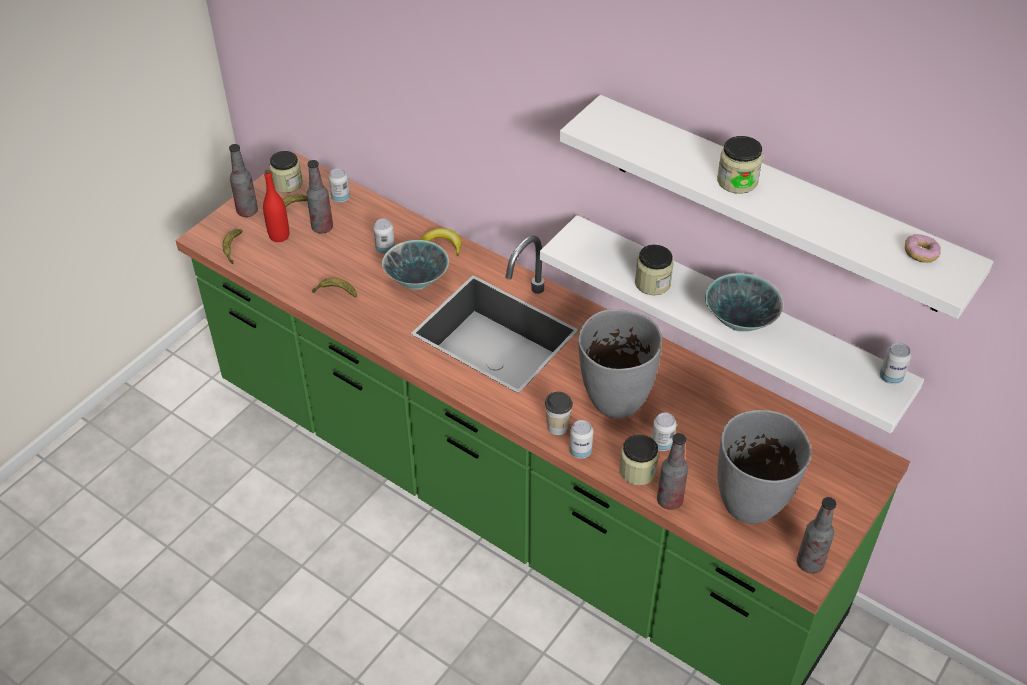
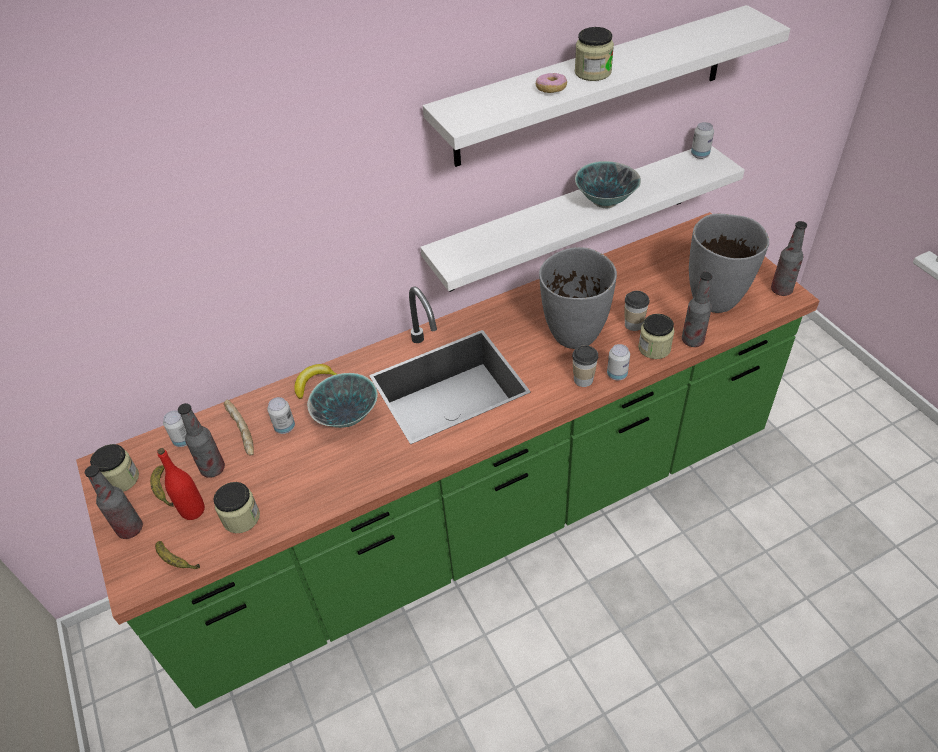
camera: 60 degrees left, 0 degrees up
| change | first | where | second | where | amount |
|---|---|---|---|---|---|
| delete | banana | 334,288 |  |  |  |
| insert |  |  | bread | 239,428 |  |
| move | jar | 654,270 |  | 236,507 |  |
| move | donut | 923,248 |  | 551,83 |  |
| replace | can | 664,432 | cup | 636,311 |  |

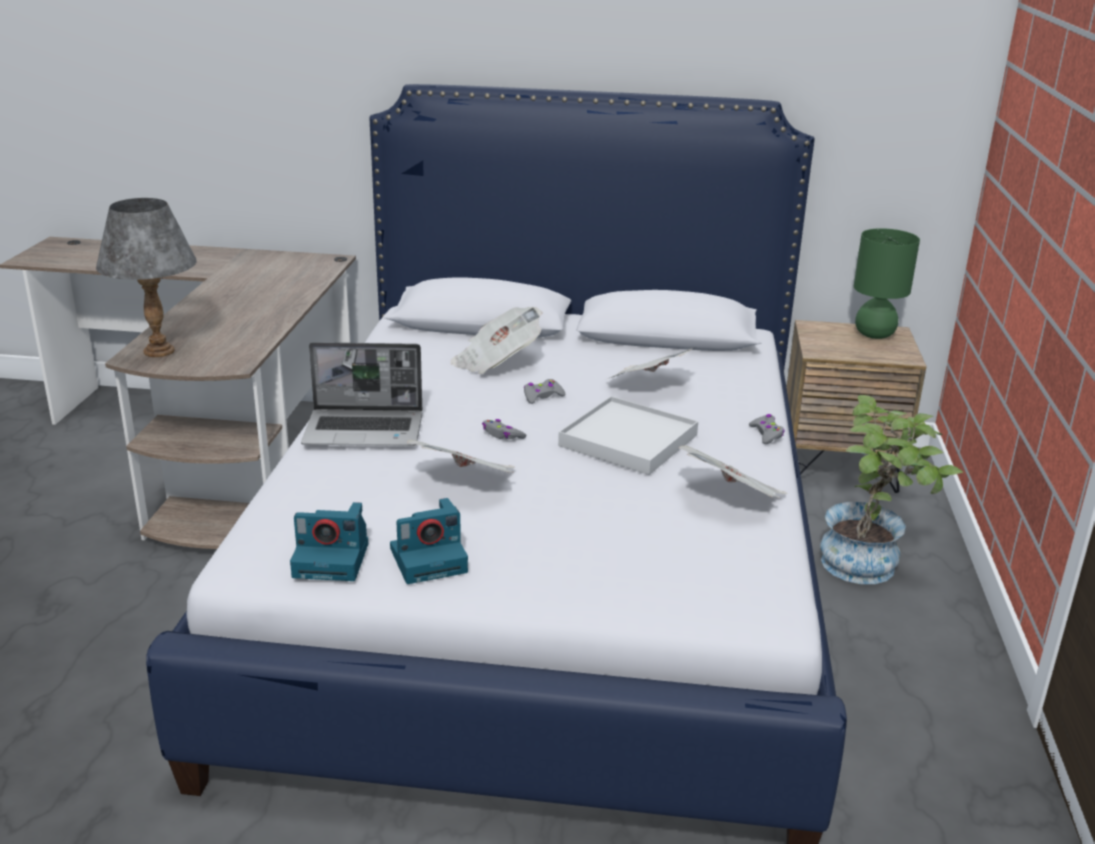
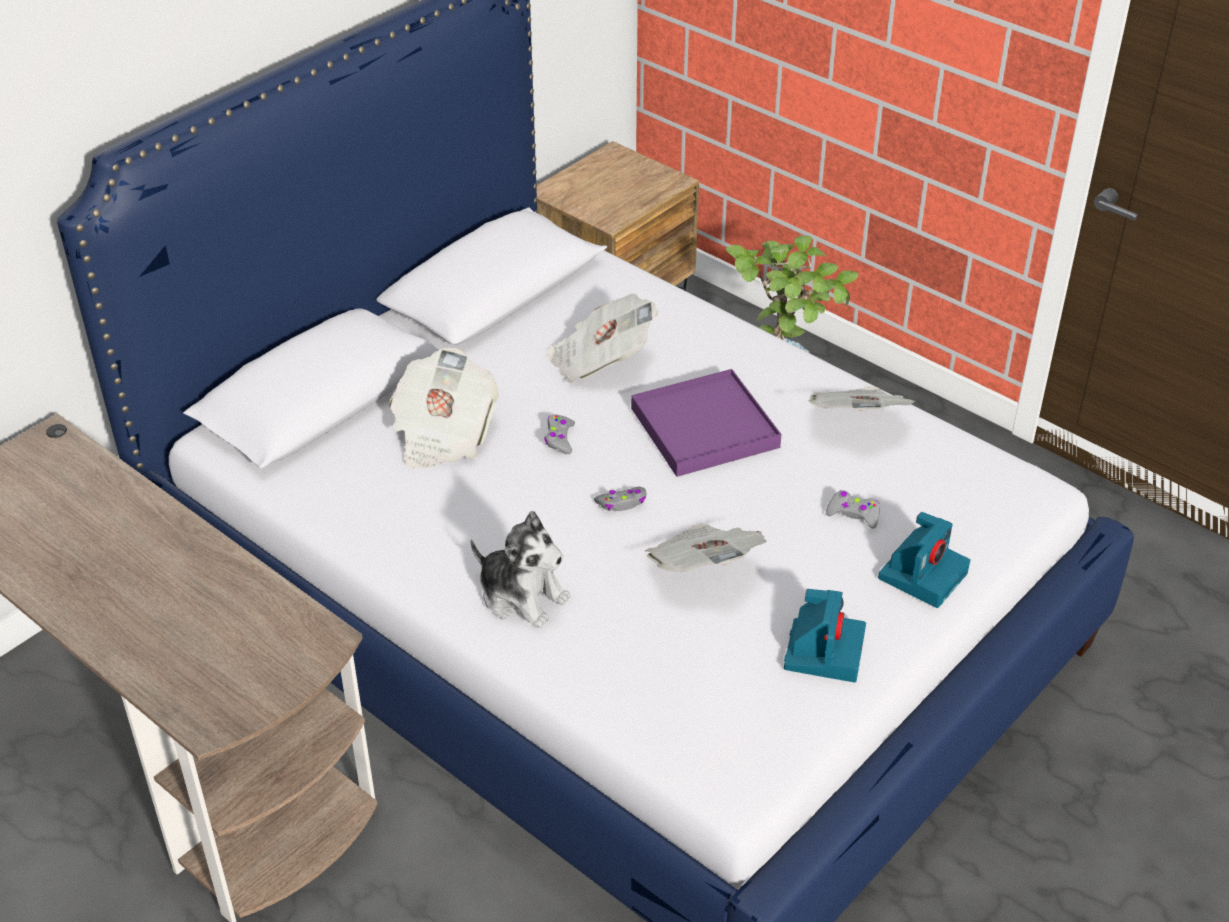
camera: 55 degrees left, 15 degrees up
| change | first | where | second | where | amount |
|---|---|---|---|---|---|
| delete | grey table lamp | 146,277 |  |  |  |
| delete | green table lamp | 887,283 |  |  |  |
| move | photo camera | 329,541 |  | 924,560 |  |
| move | grey game controller | 767,429 |  | 852,509 |  |
| replace | laptop | 361,394 | plush toy | 520,569 |  |
| recolor | white tray | 628,435 | purple tray | 706,423 |  |

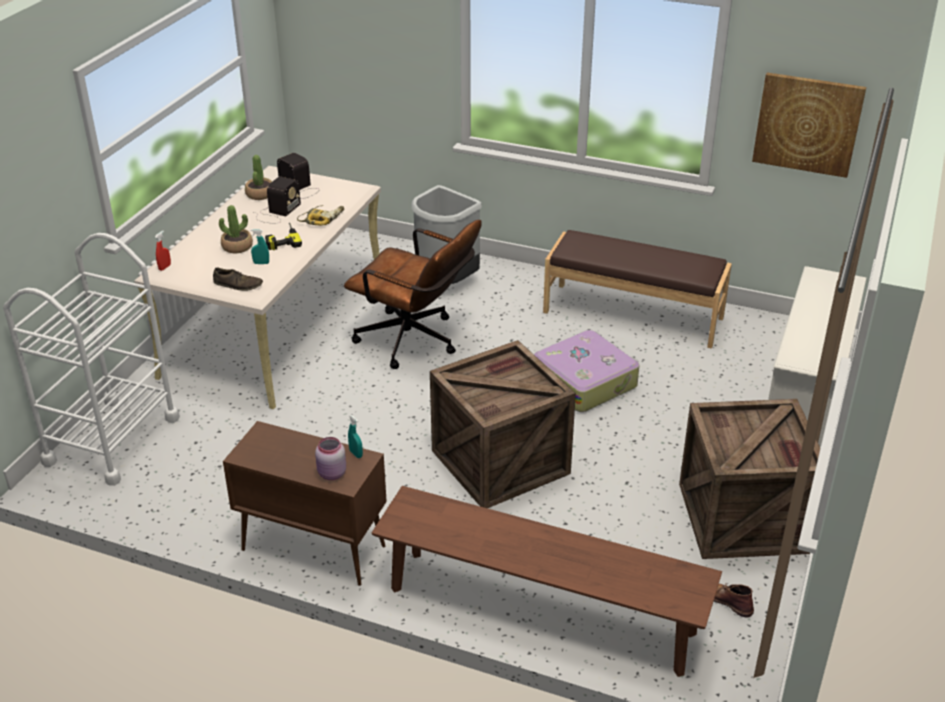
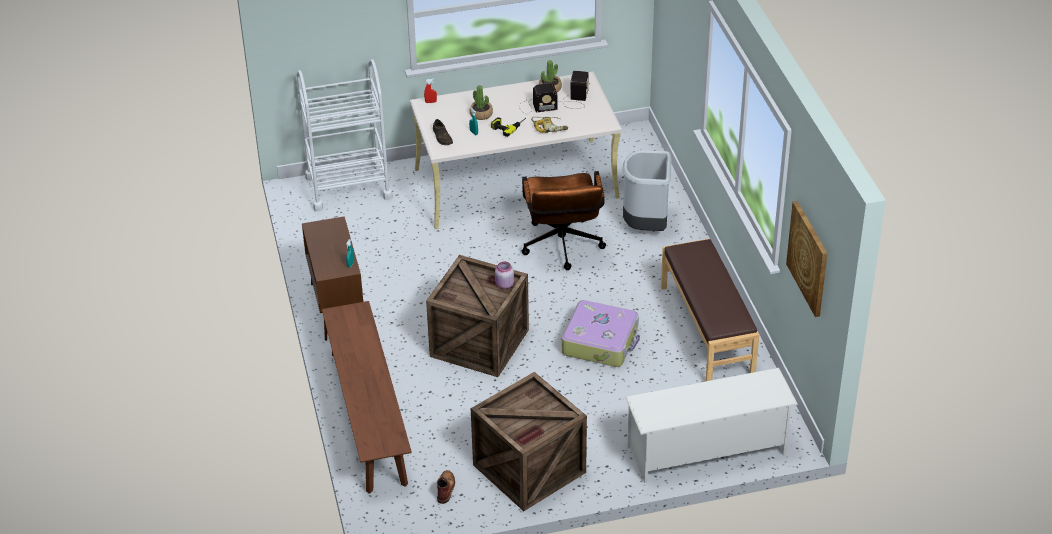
camera: 55 degrees right, 5 degrees up
| change | first | where | second | where | amount |
|---|---|---|---|---|---|
| move | pink jar | 330,458 |  | 504,275 |  |

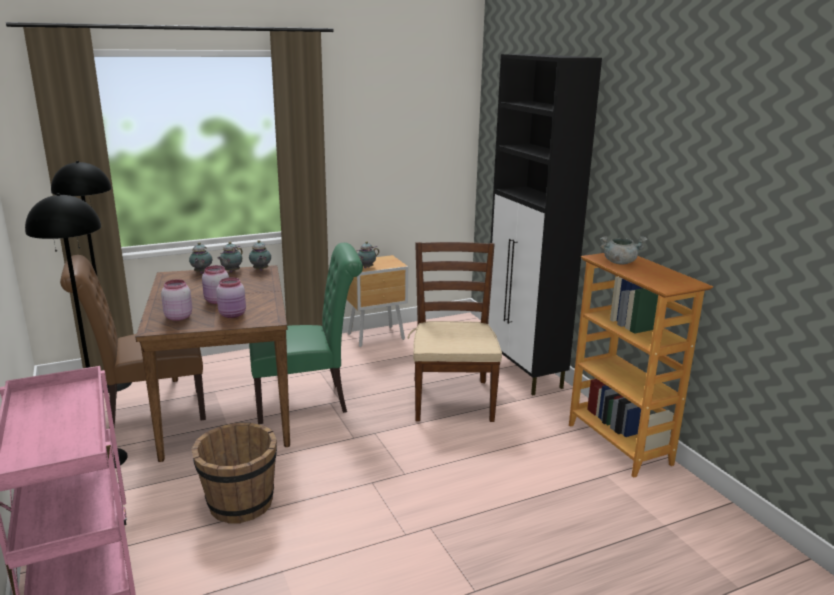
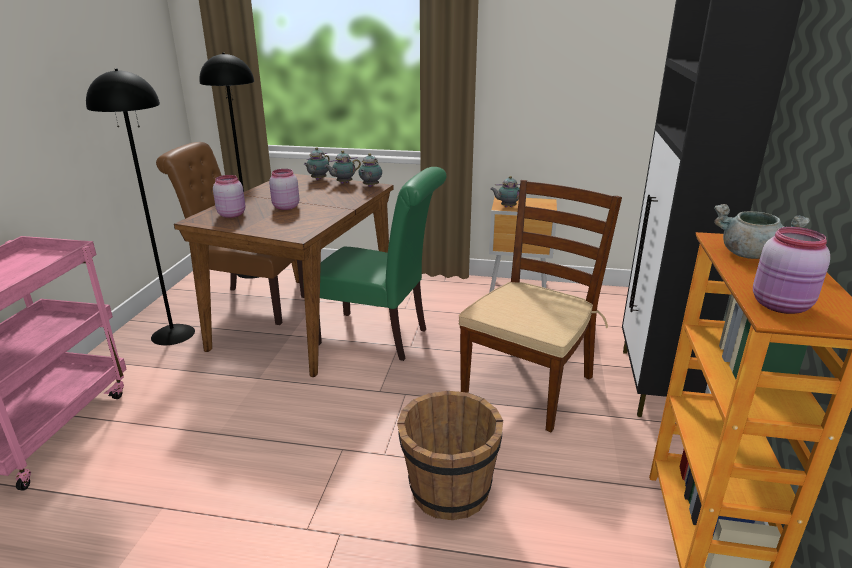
camera: 35 degrees right, 5 degrees up
| change | first | where | second | where | amount |
|---|---|---|---|---|---|
| move | brown bucket | 234,473 |  | 450,455 |  |
| move | pink jar | 231,297 |  | 791,270 |  |

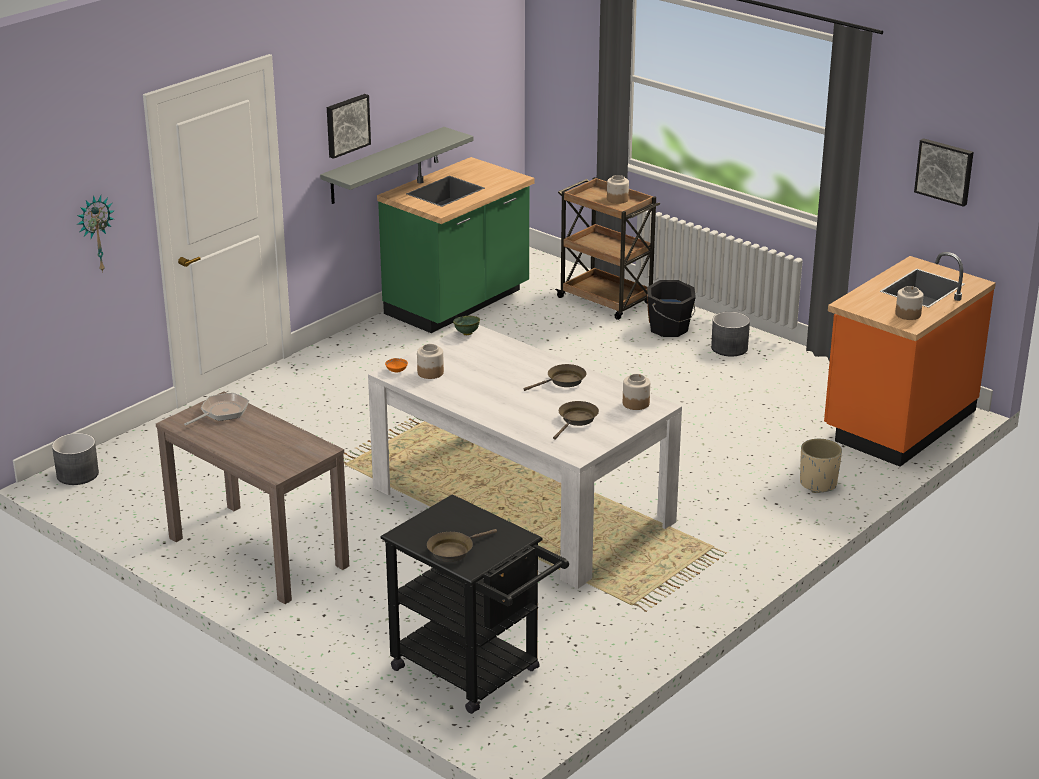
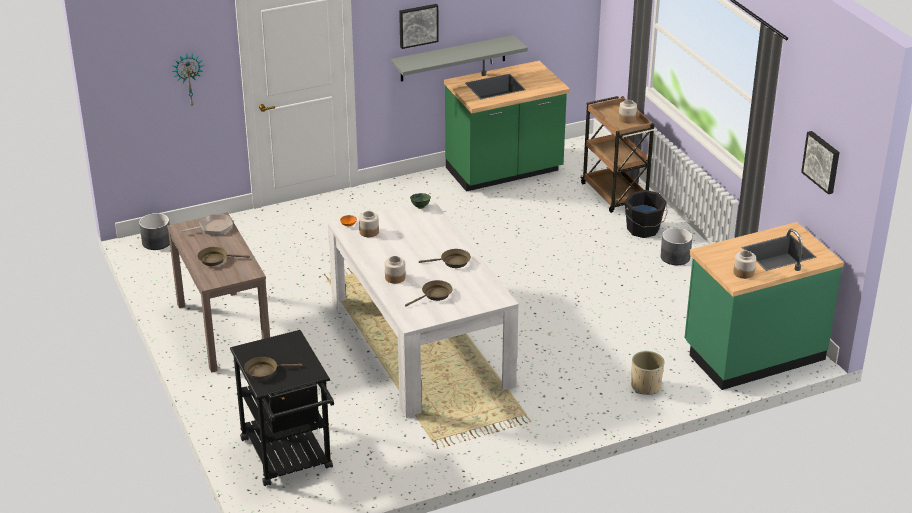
camera: 25 degrees right, 5 degrees up
| change | first | where | second | where | amount |
|---|---|---|---|---|---|
| insert |  |  | brown frying pan | 223,256 |  |
| move | jar | 636,392 |  | 395,270 |  |
| recolor | orange counter | 910,359 | green counter | 764,306 |  |

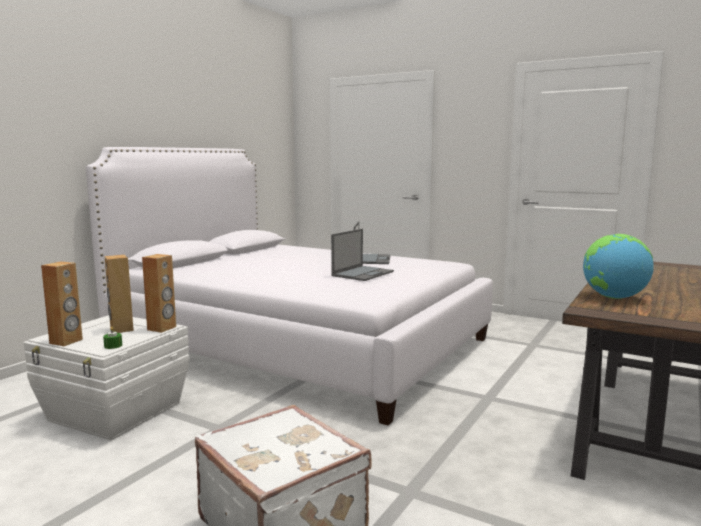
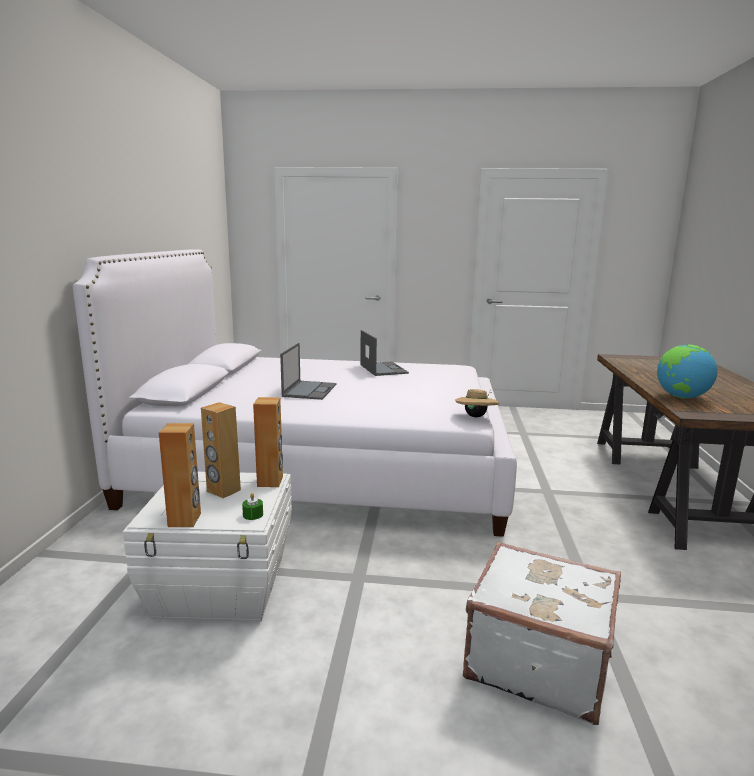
camera: 25 degrees left, 5 degrees up
| change | first | where | second | where | amount |
|---|---|---|---|---|---|
| insert |  |  | beige hat | 477,403 |  |
| move | laptop | 362,255 |  | 308,371 |  |

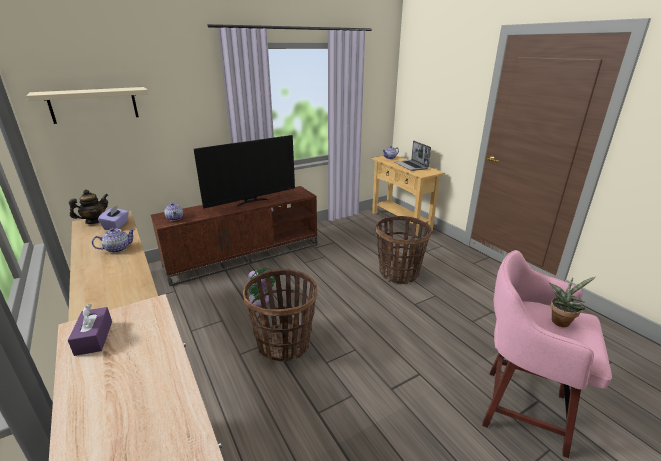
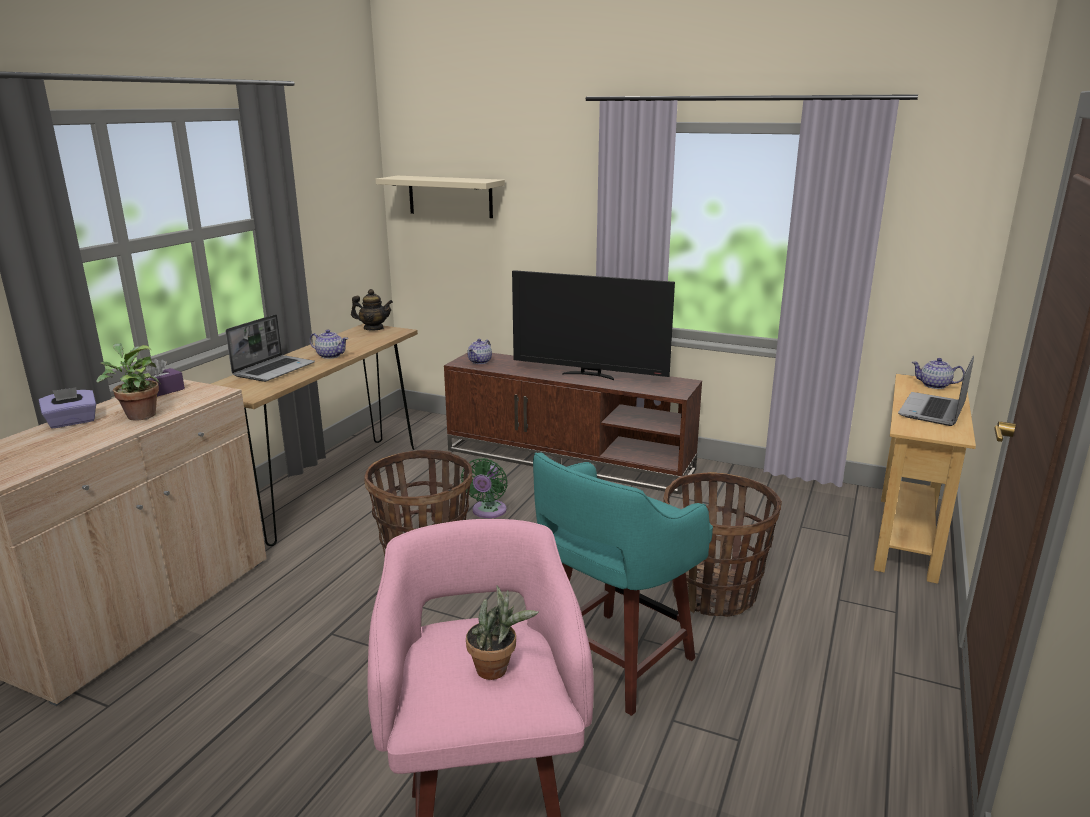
camera: 55 degrees right, 5 degrees down
| change | first | where | second | where | amount |
|---|---|---|---|---|---|
| insert |  |  | potted plant | 128,381 |  |
| insert |  |  | laptop | 270,348 |  |
| insert |  |  | turquoise stool | 623,584 |  |
| move | purple tissue box | 113,217 |  | 67,407 |  |

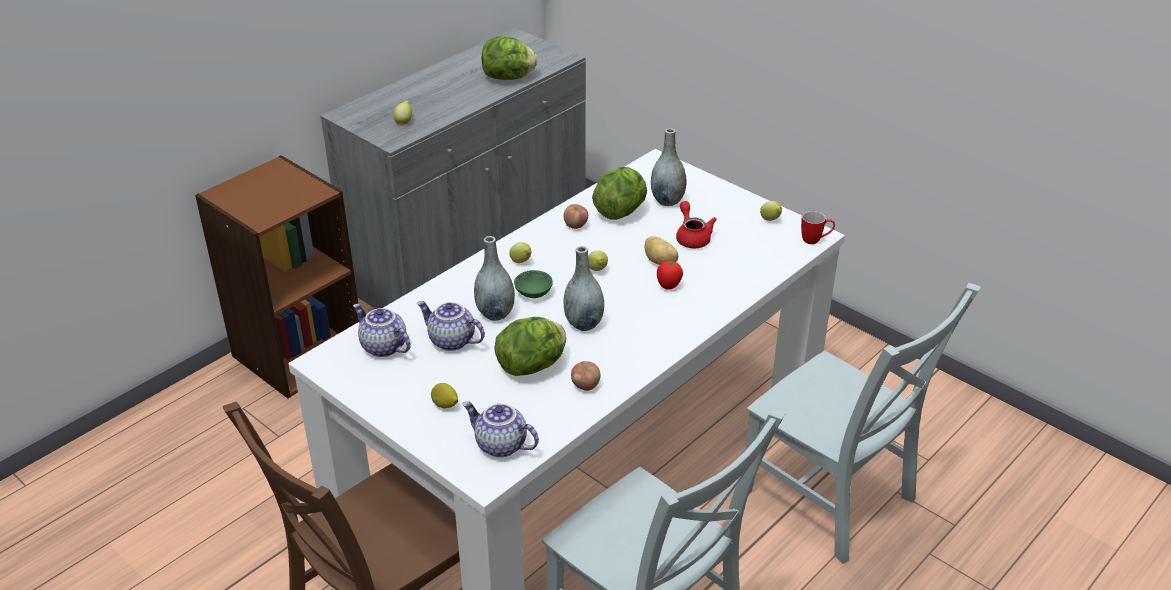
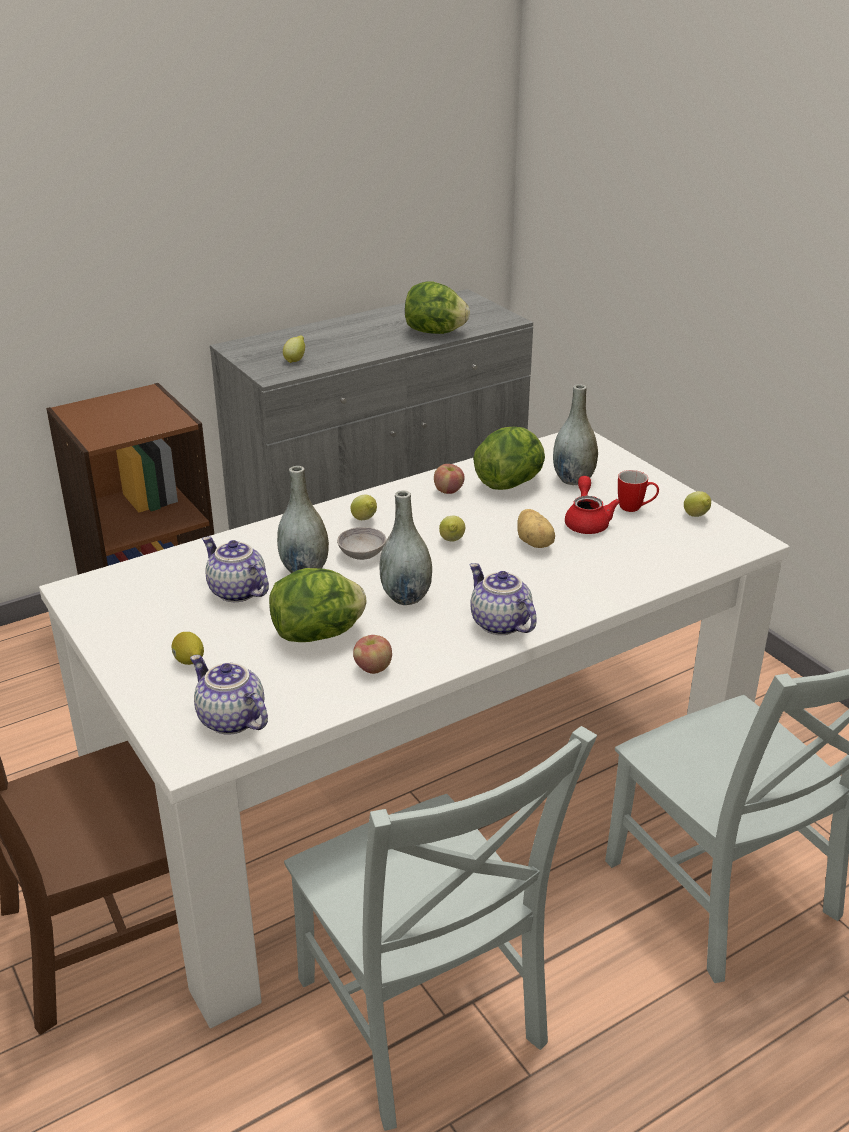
camera: 15 degrees right, 5 degrees down
| change | first | where | second | where | amount |
|---|---|---|---|---|---|
| delete | tomato | 670,275 |  |  |  |
| move | teapot | 382,330 |  | 503,599 |  |
| move | mug | 818,227 |  | 638,491 |  |
| recolor | green bowl | 533,284 | grey bowl | 361,543 |  |

